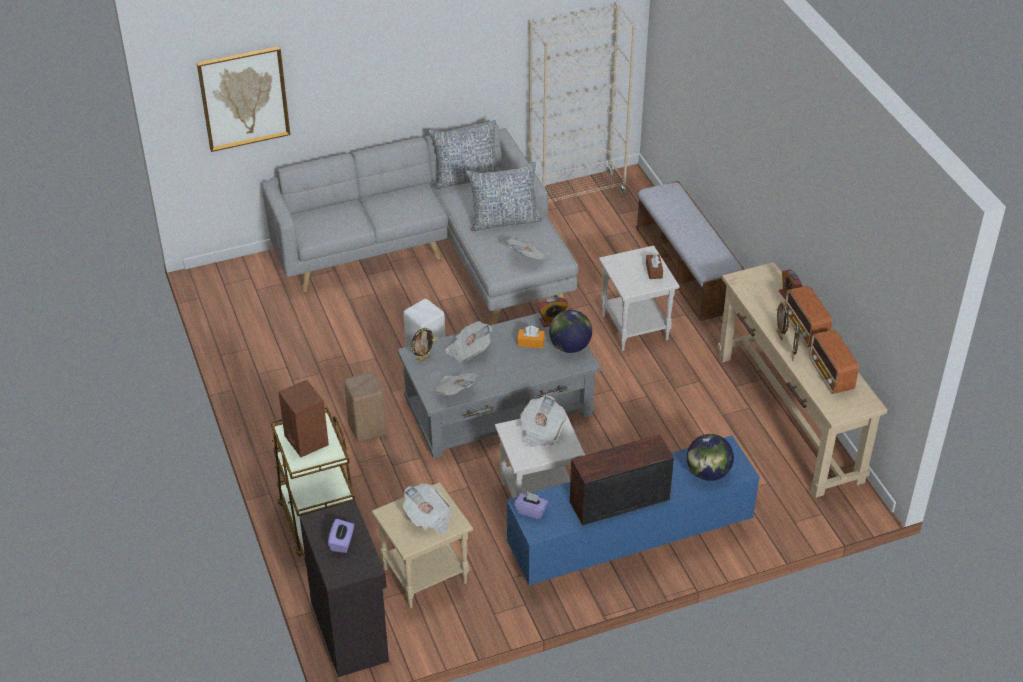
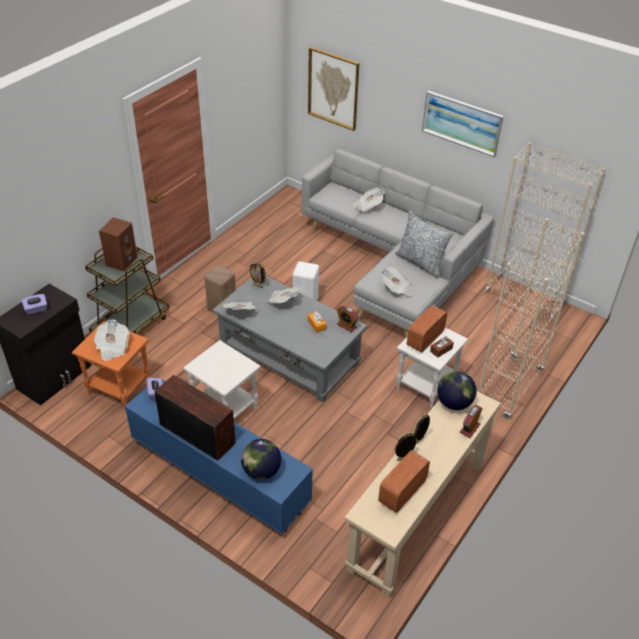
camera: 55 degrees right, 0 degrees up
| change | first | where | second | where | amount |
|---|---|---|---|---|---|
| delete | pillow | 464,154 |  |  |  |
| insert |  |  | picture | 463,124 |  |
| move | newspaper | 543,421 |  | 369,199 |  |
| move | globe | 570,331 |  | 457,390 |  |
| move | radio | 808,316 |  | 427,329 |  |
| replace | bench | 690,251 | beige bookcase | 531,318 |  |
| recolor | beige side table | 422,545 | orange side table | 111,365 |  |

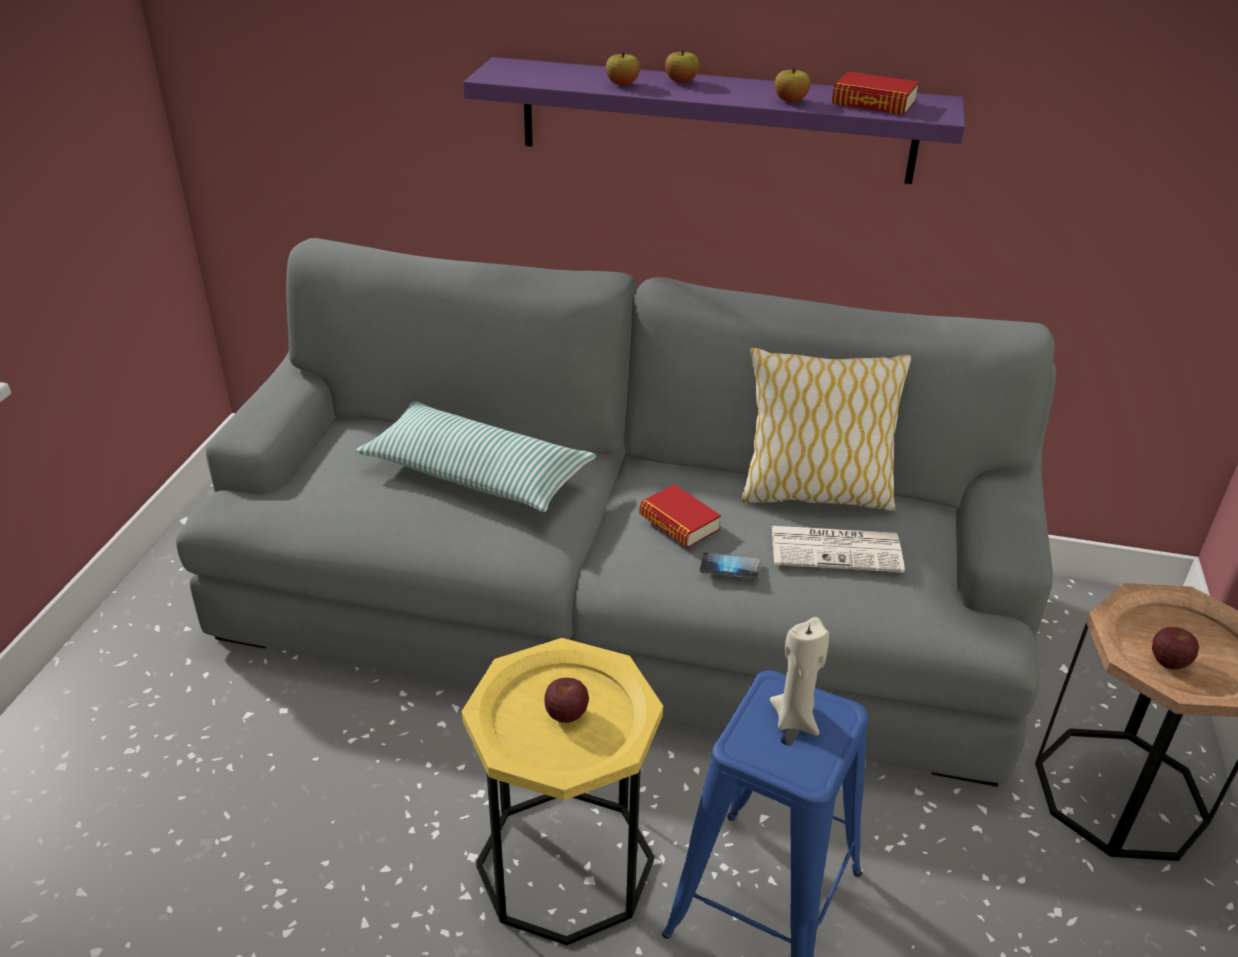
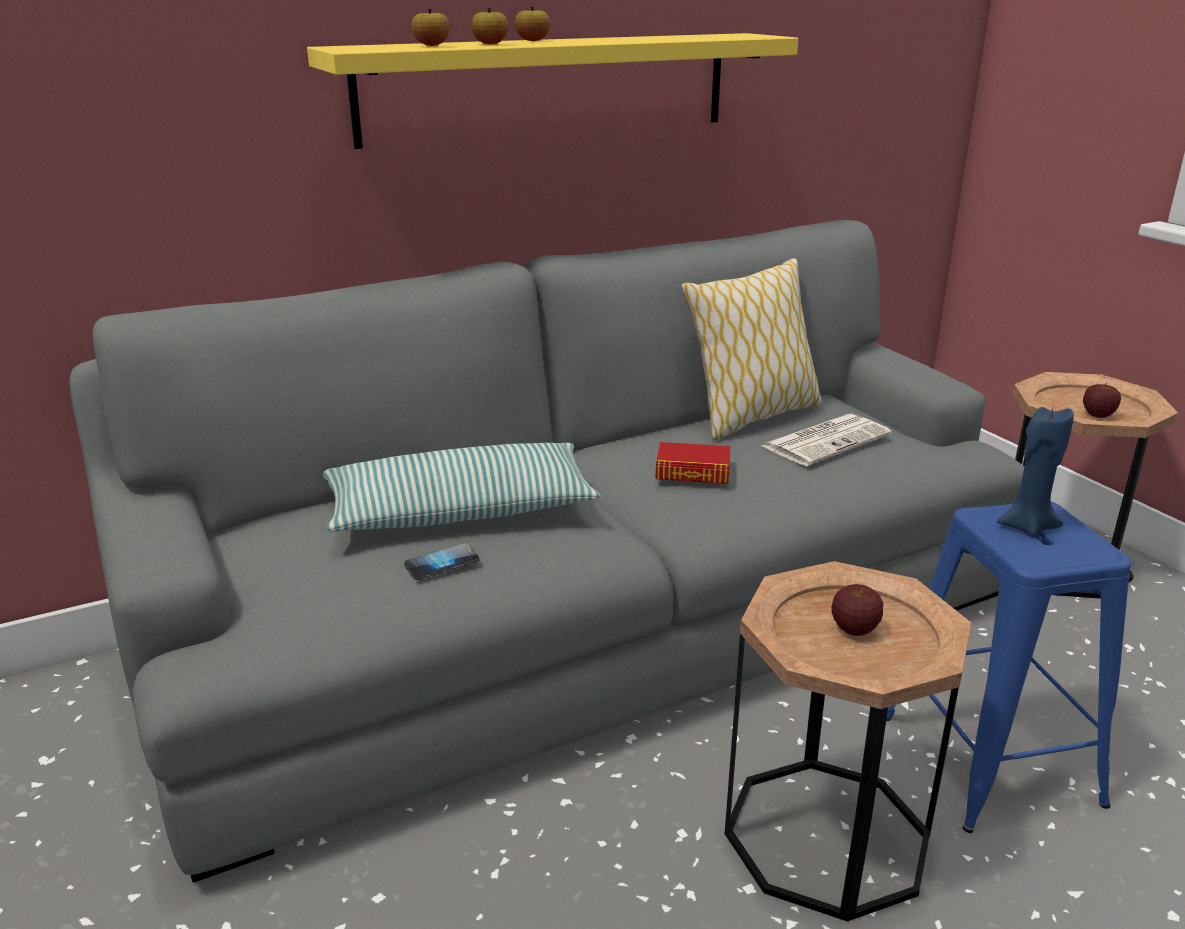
camera: 40 degrees left, 10 degrees down
| change | first | where | second | where | amount |
|---|---|---|---|---|---|
| delete | book | 875,93 |  |  |  |
| move | phone | 730,565 |  | 442,561 |  |
| move | apple | 792,85 |  | 431,27 |  |
| recolor | yellow side table | 562,791 | brown side table | 848,741 |  |
| recolor | purple shelf | 714,120 | yellow shelf | 552,91 |  |
| recolor | beige candle | 799,676 | blue candle | 1035,472 |  |

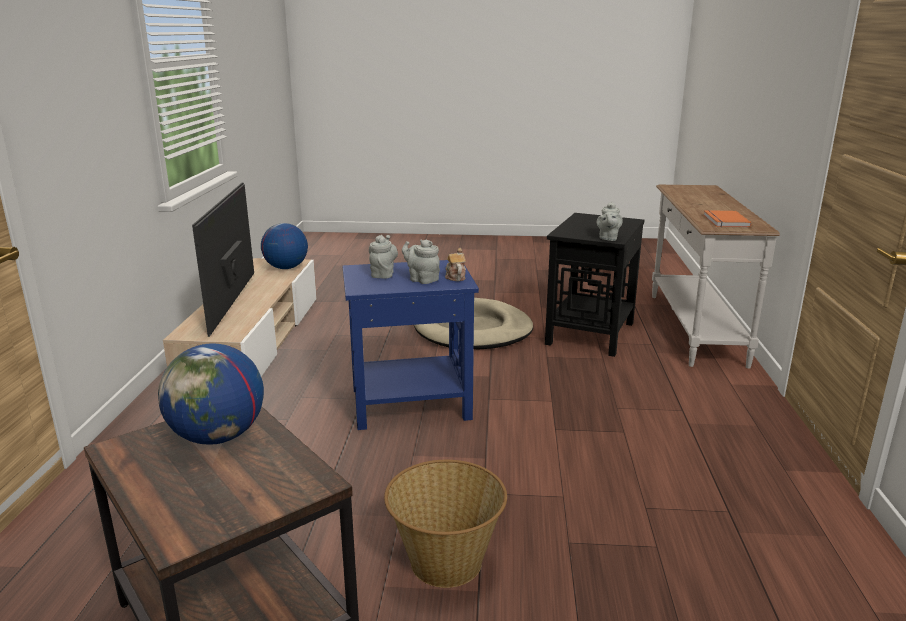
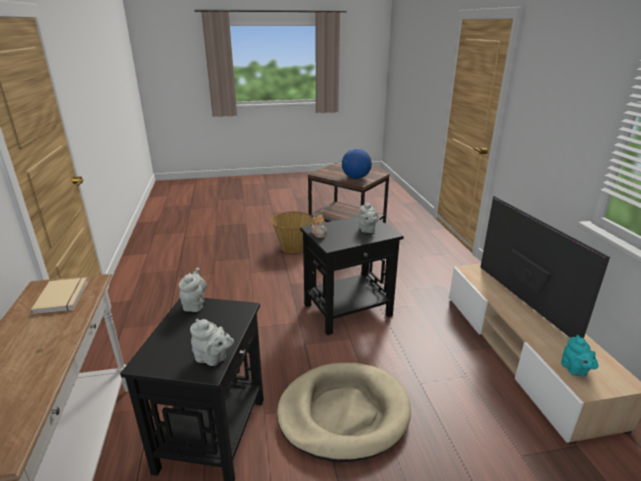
camera: 165 degrees right, 5 degrees up
| change | first | where | second | where | amount |
|---|---|---|---|---|---|
| move | grey teapot | 421,261 |  | 212,342 |  |
| replace | globe | 284,246 | turquoise teapot | 580,356 |  |
| recolor | blue side table | 411,345 | black side table | 352,275 |  |
| recolor | orange book | 727,218 | beige book | 59,296 |  |

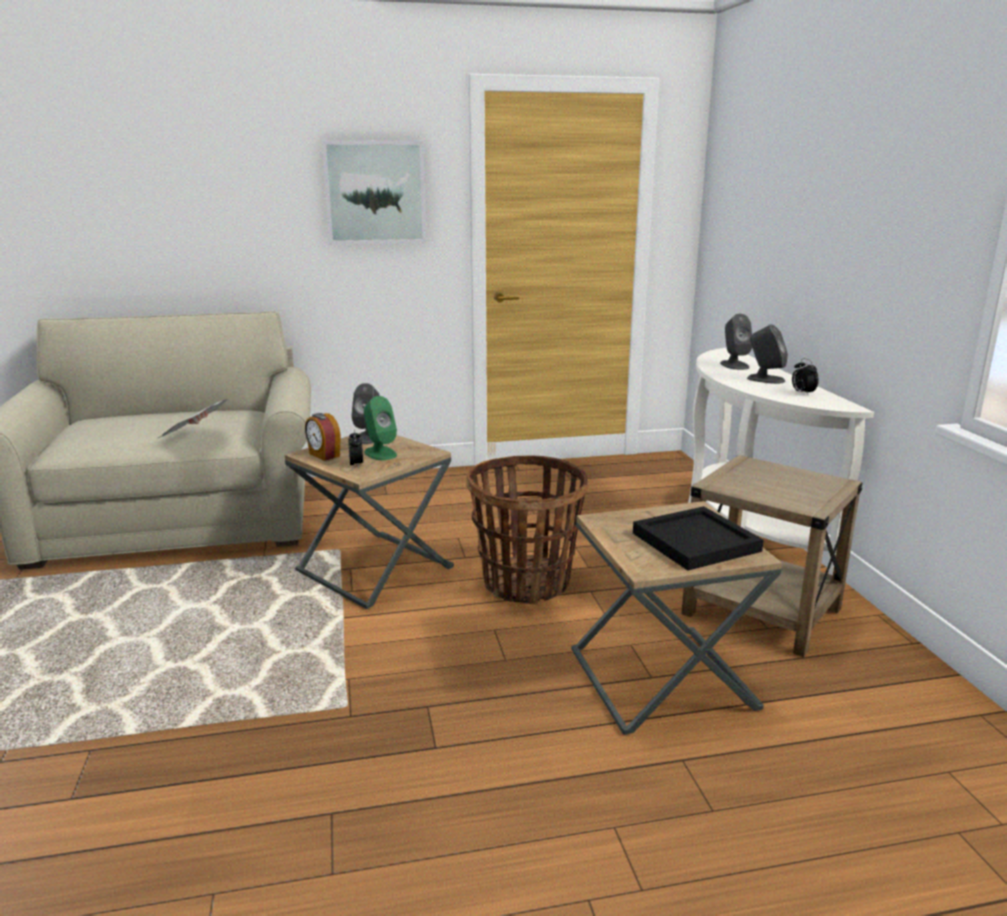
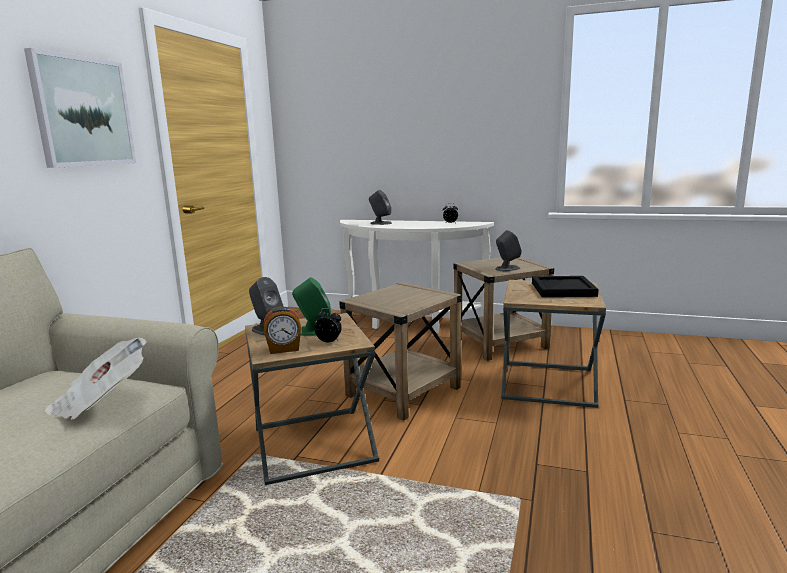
camera: 60 degrees left, 5 degrees down
| change | first | where | second | where | amount |
|---|---|---|---|---|---|
| move | grey speaker | 767,354 |  | 508,250 |  |
| replace | basket | 527,529 | beige side table | 400,351 |  |

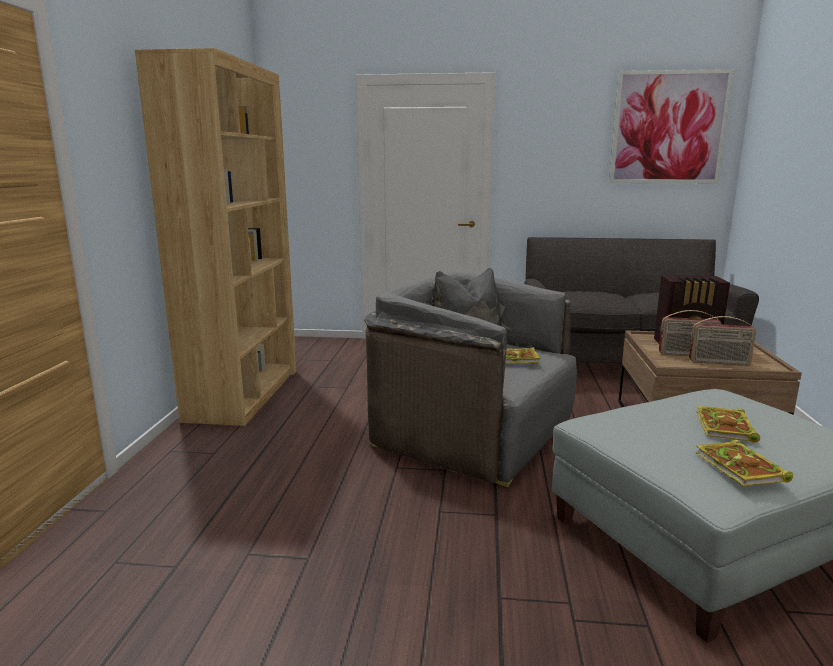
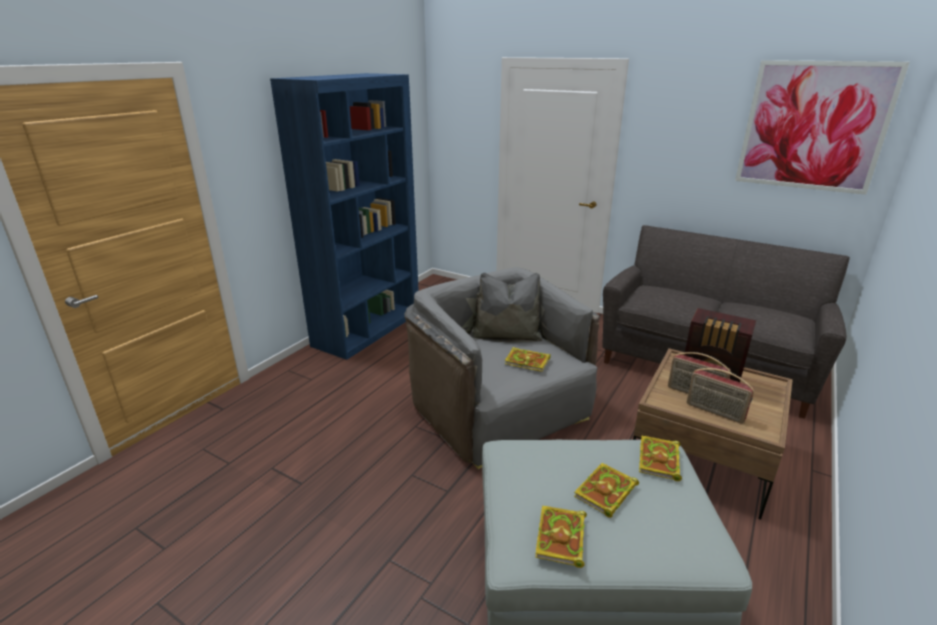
camera: 25 degrees right, 10 degrees up
| change | first | where | second | where | amount |
|---|---|---|---|---|---|
| insert |  |  | book | 660,458 |  |
| recolor | brown bookcase | 215,237 | blue bookcase | 344,216 |  |

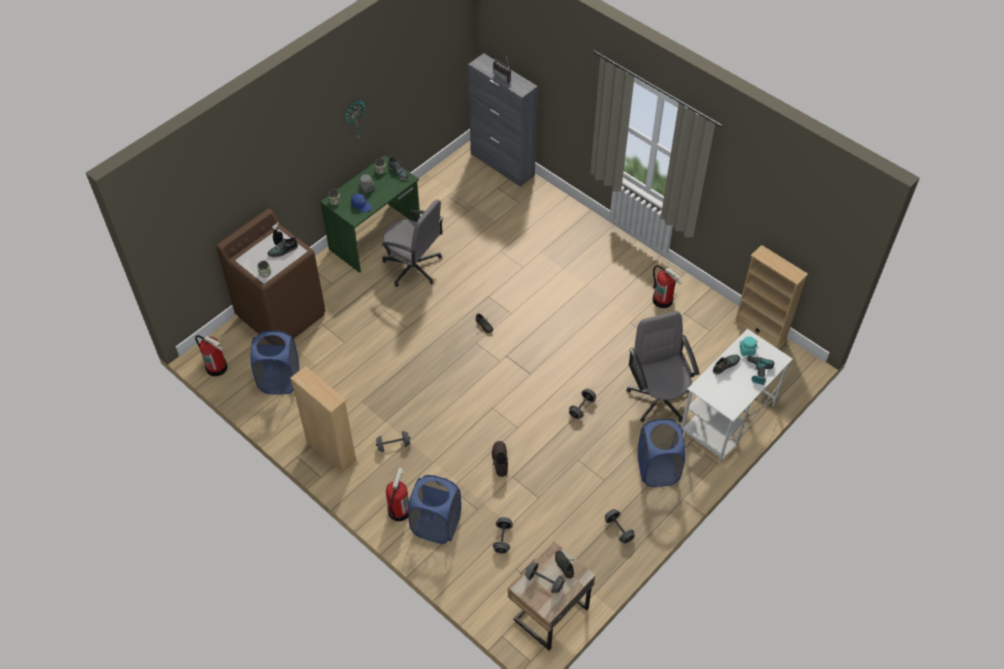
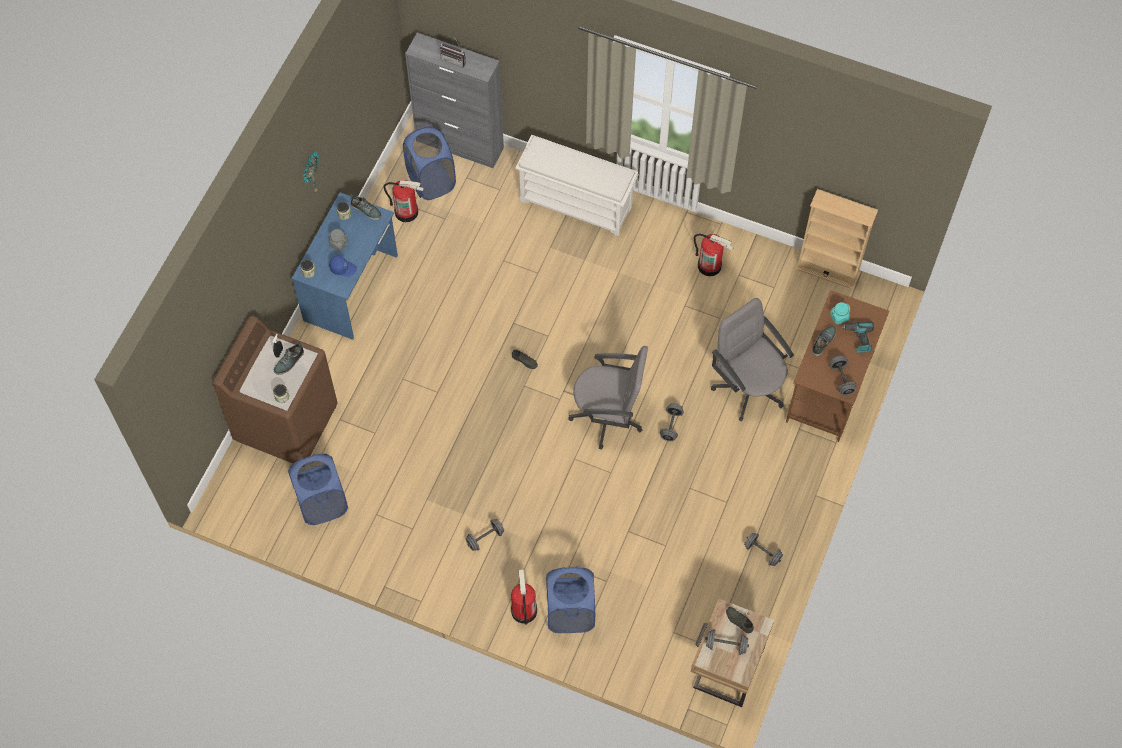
camera: 20 degrees left, 10 degrees up
| change | first | where | second | where | amount |
|---|---|---|---|---|---|
| delete | beige bookcase | 324,420 |  |  |  |
| delete | brown boot | 500,459 |  |  |  |
| insert |  |  | white shoe rack | 576,185 |  |
| move | fire extinguisher | 211,356 |  | 404,201 |  |
| move | grey office chair | 412,243 |  | 608,398 |  |
| move | grey dumbbell | 503,535 |  | 843,375 |  |
| move | blue laundry basket | 661,453 |  | 429,163 |  |
| recolor | green desk | 370,214 | blue desk | 345,266 |  |
| recolor | white desk | 737,396 | brown desk | 837,366 |  |

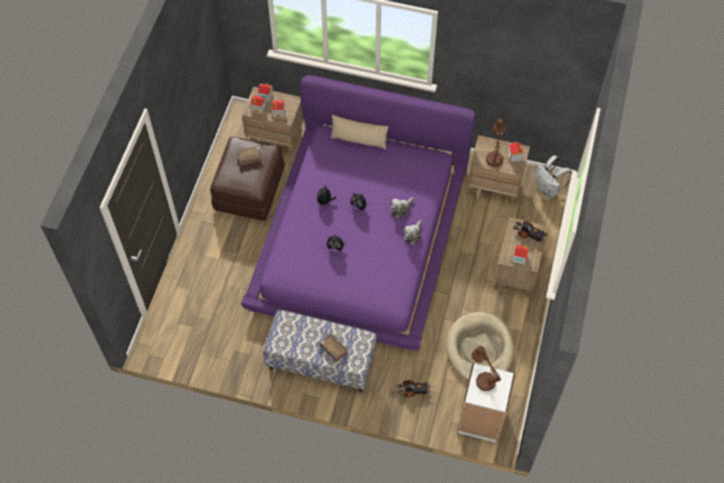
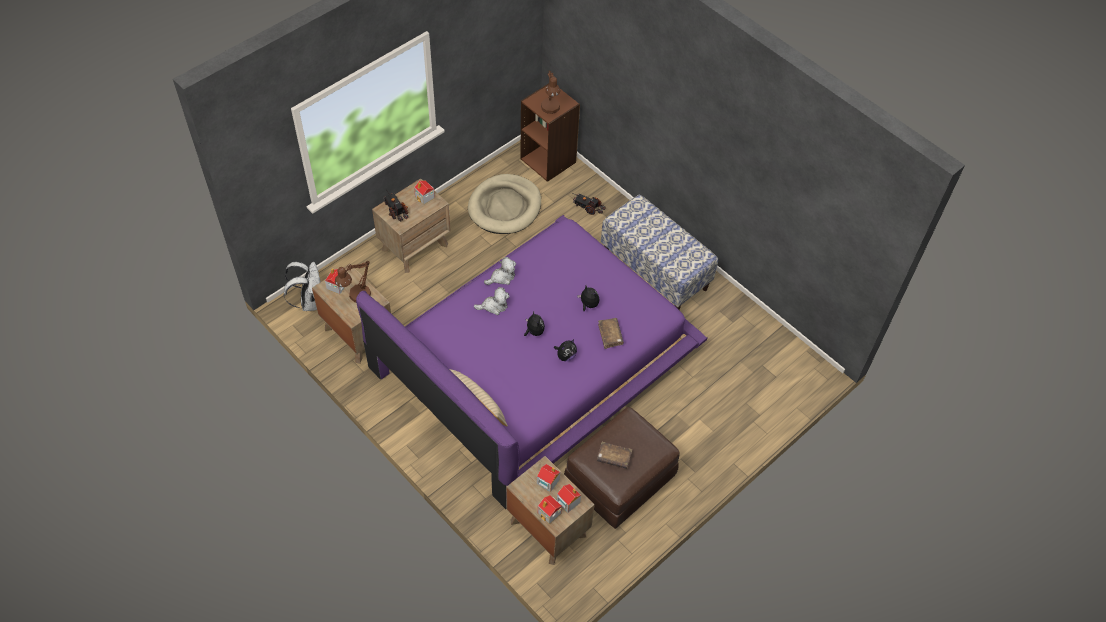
camera: 150 degrees left, 5 degrees down
| change | first | where | second | where | amount |
|---|---|---|---|---|---|
| move | brown book | 334,347 |  | 611,333 |  |
| recolor | white bookcase | 486,403 | brown bookcase | 550,132 |  |

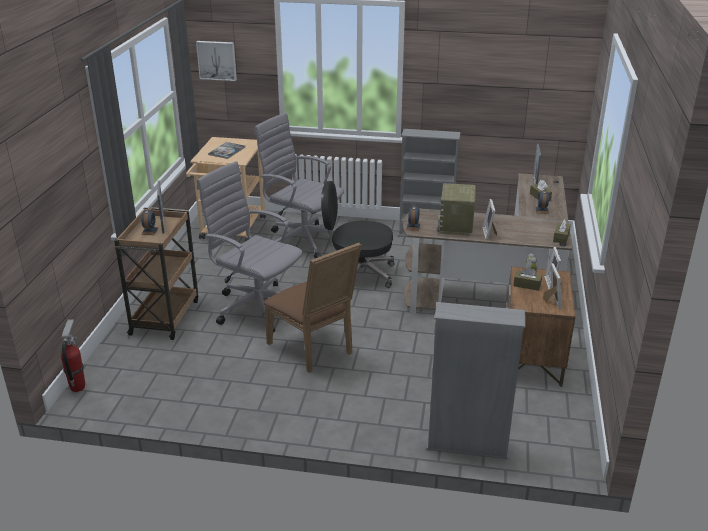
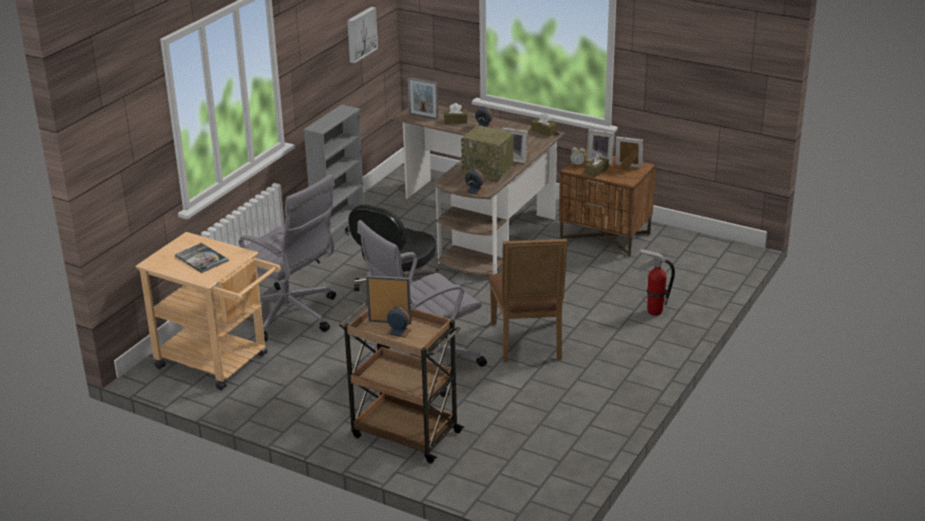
camera: 70 degrees left, 0 degrees up
| change | first | where | second | where | amount |
|---|---|---|---|---|---|
| delete | grey bookcase | 475,381 |  |  |  |
| move | fire extinguisher | 73,355 |  | 657,282 |  |
| move | picture | 216,61 |  | 362,35 |  |
| rotate | grey office chair | 299,185 |  | 287,258 | 105 degrees counterclockwise |
| rotate | brown chair | 312,307 |  | 527,300 | 105 degrees clockwise |

